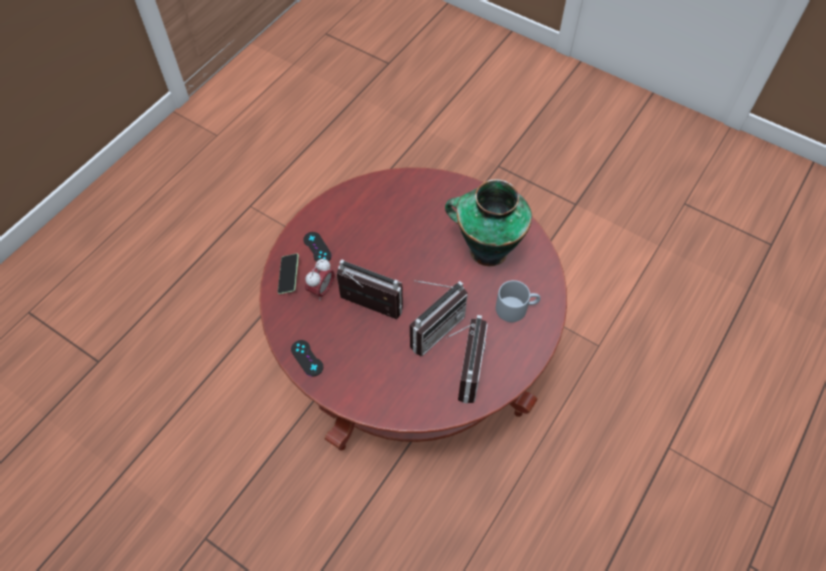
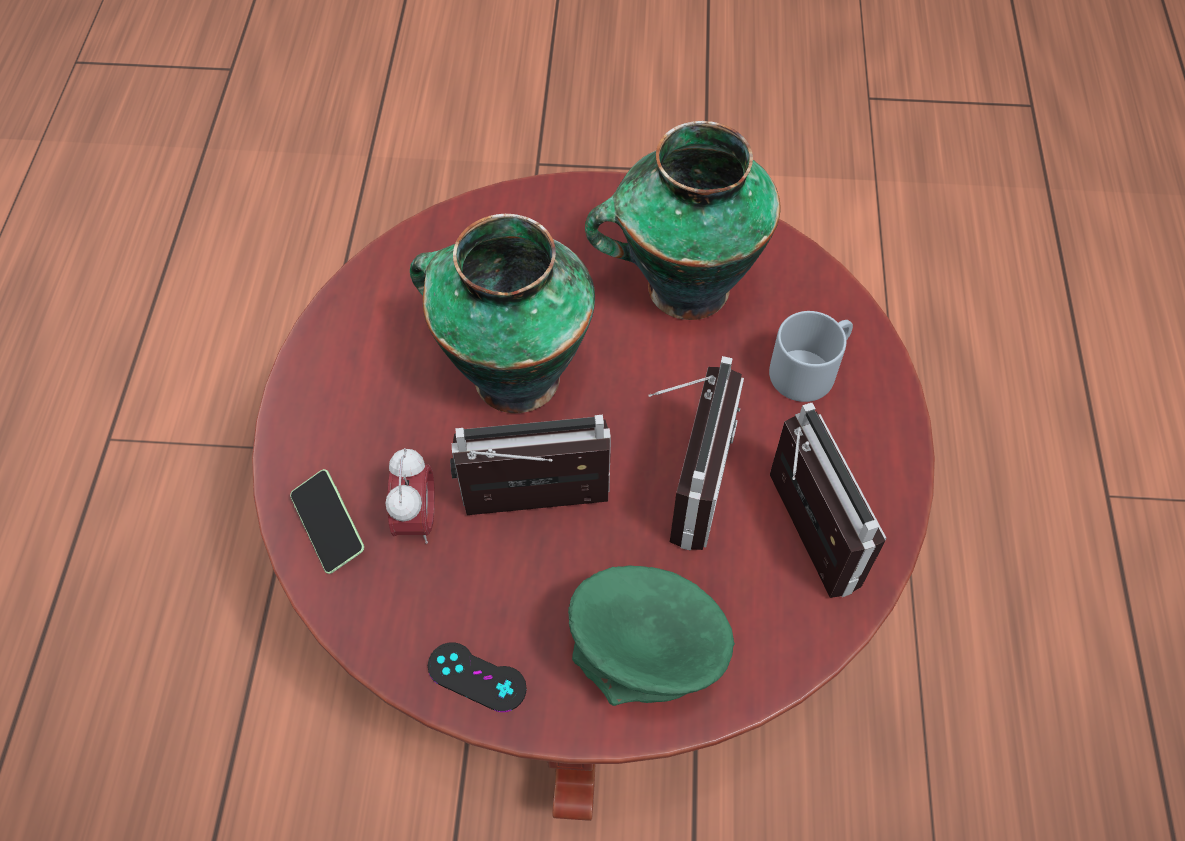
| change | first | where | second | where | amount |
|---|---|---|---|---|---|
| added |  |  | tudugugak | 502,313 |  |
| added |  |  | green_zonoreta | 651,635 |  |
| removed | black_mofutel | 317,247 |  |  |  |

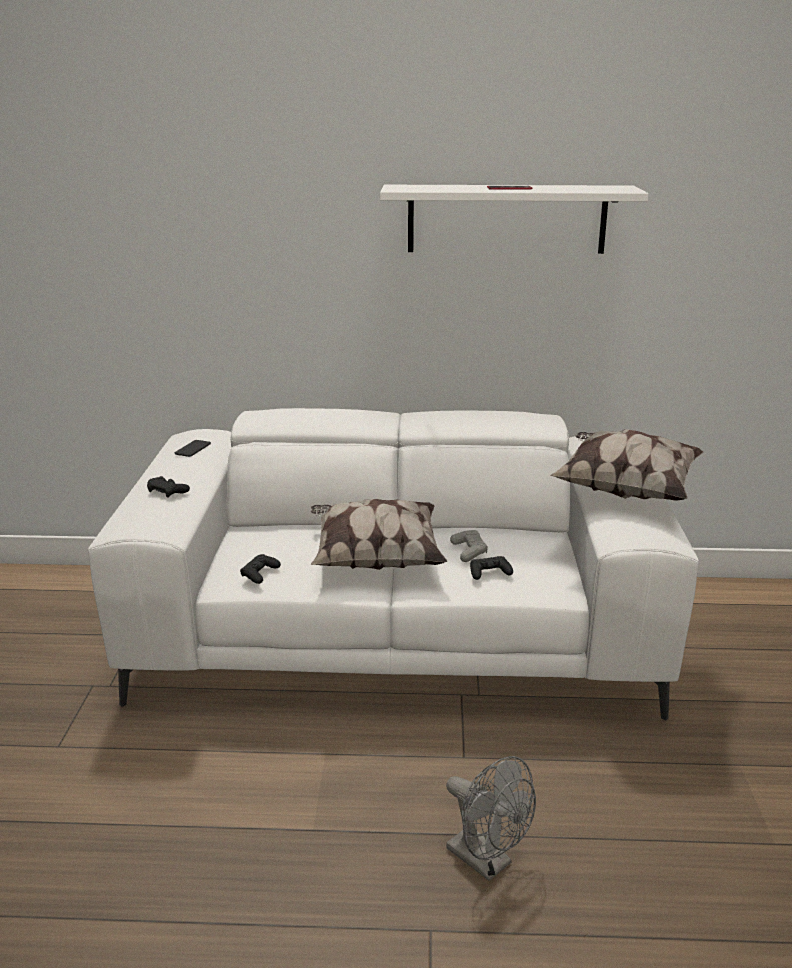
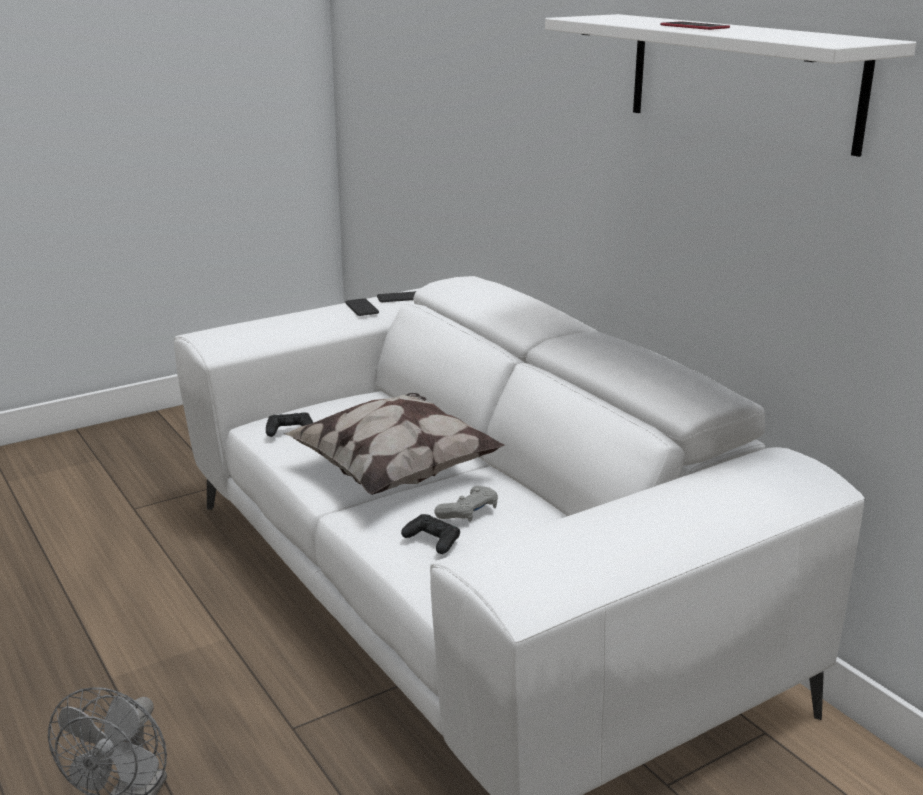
| change | first | where | second | where | amount |
|---|---|---|---|---|---|
| added |  |  | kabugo | 362,307 |  |
| removed | black_mofutel | 168,487 |  |  |  |
| removed | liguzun | 627,465 |  |  |  |

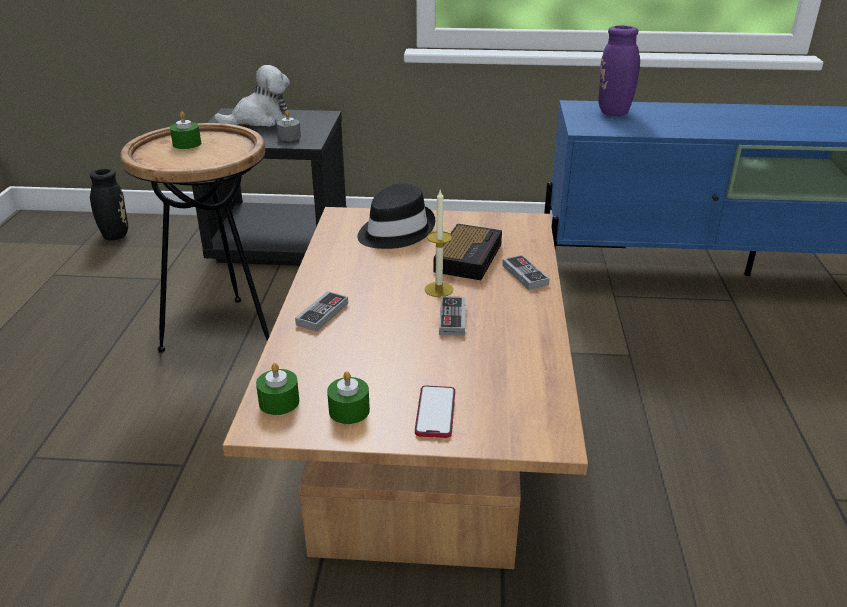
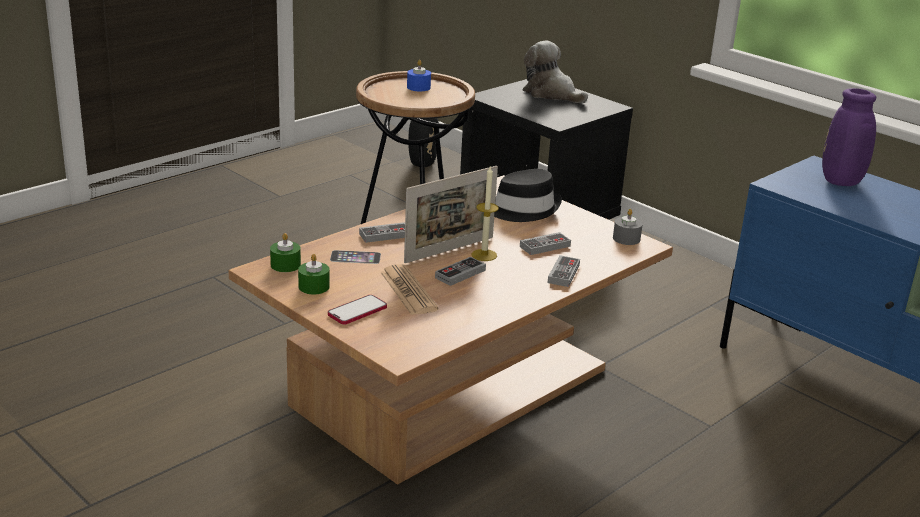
| change | first | where | second | where | amount |
|---|---|---|---|---|---|
| added |  |  | kabugo | 355,257 |  |
| added |  |  | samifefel | 409,289 |  |
| added |  |  | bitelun | 451,214 |  |
| recoloured | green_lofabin | 185,130 | blue_lofabin | 419,75 |  |
| replaced | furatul | 468,252 | mofutel | 545,243 |  |
| turned | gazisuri | 252,96 |  | 555,72 | 150 degrees counterclockwise |
| moved | grey_lofabin | 289,125 |  | 628,227 |  |

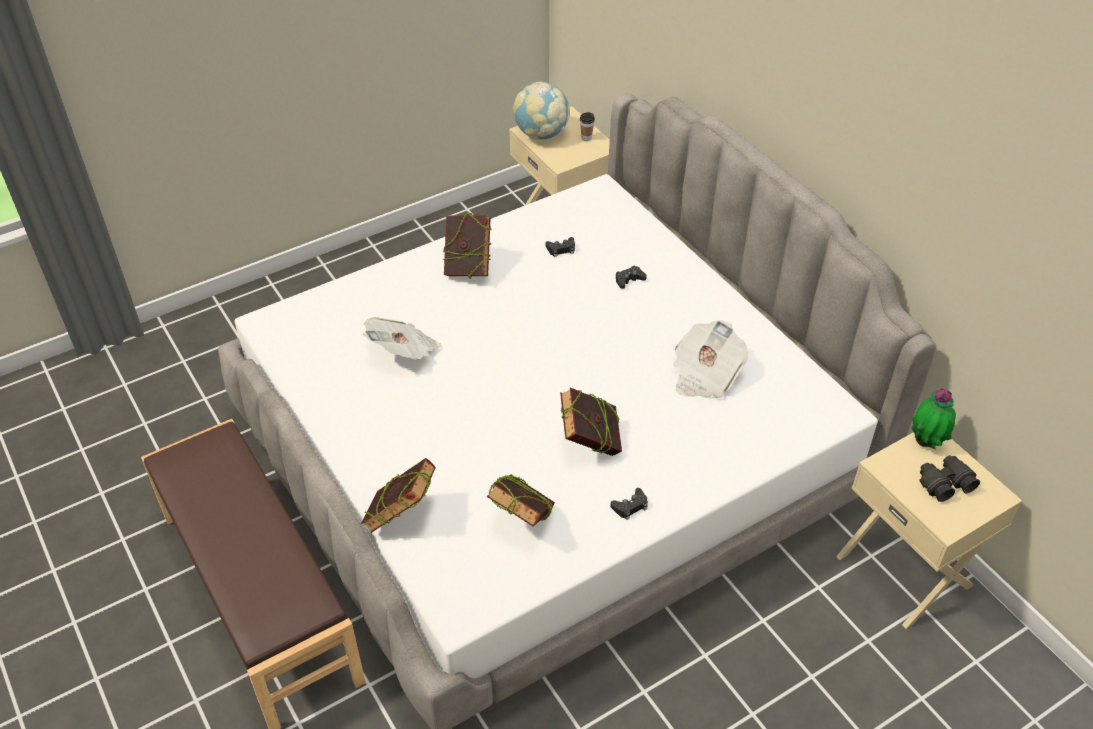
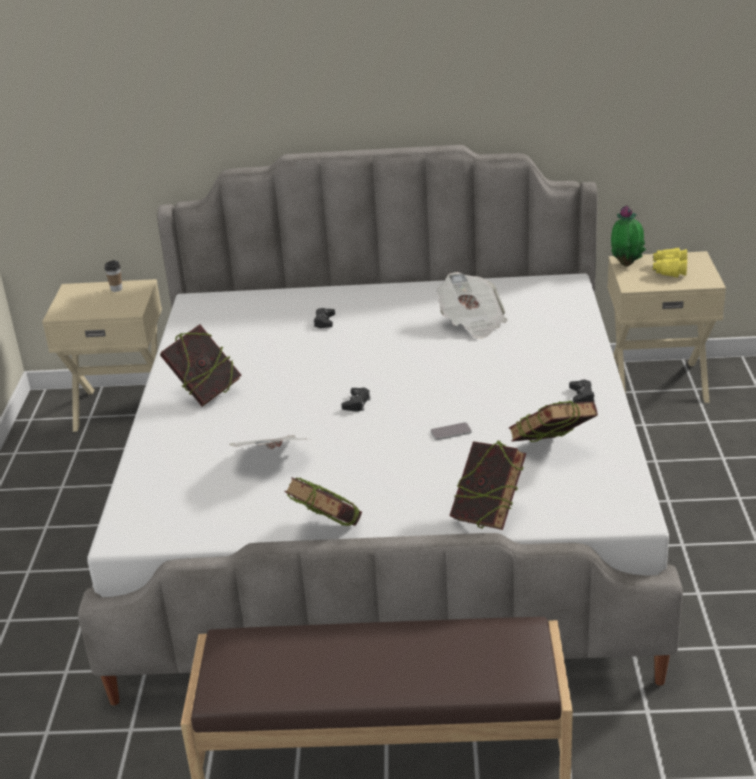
| change | first | where | second | where | amount |
|---|---|---|---|---|---|
| moved | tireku | 591,421 |  | 323,501 |  |
| moved | black_mofutel | 560,247 |  | 356,399 |  |
| added |  |  | kabugo | 451,431 |  |
| recoloured | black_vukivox | 949,478 | yellow_vukivox | 669,263 |  |
| removed | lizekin | 541,110 |  |  |  |

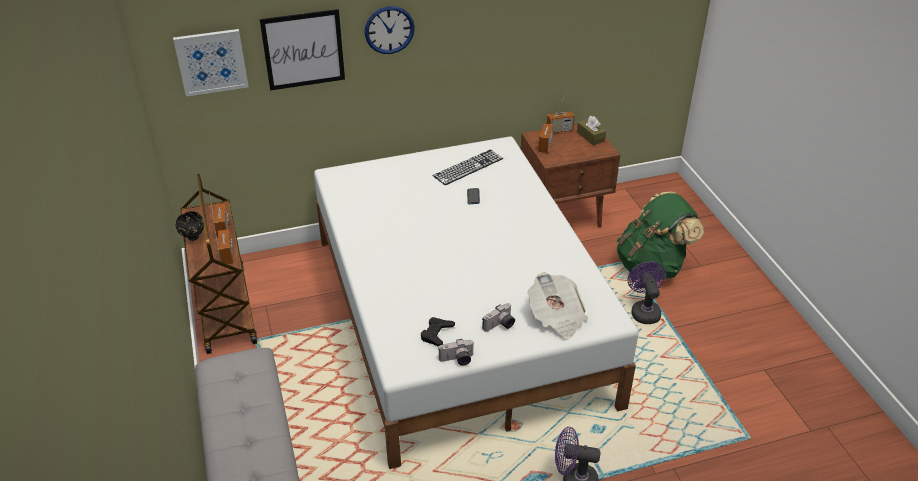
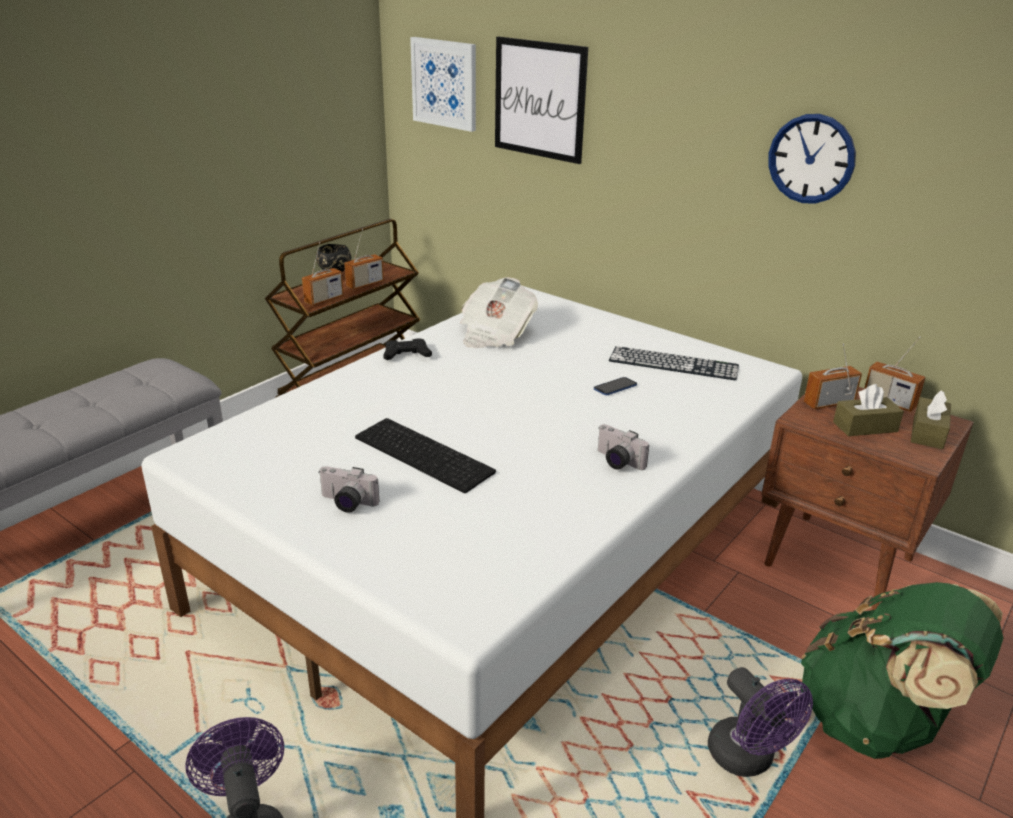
| change | first | where | second | where | amount |
|---|---|---|---|---|---|
| added |  |  | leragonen | 425,455 |  |
| moved | black_mofutel | 438,332 |  | 407,349 |  |
| moved | samifefel | 557,306 |  | 499,312 |  |
| moved | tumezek | 456,352 |  | 623,447 |  |
| turned | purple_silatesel | 647,292 |  | 760,722 | 105 degrees clockwise |
| moved | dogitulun | 389,30 |  | 812,159 |  |
| added |  |  | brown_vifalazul | 868,410 |  |

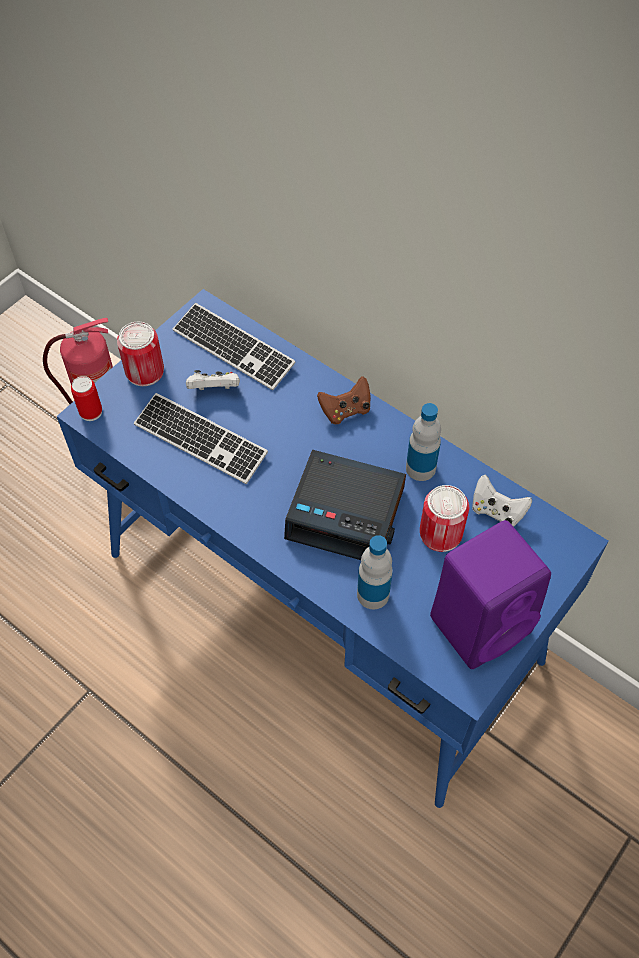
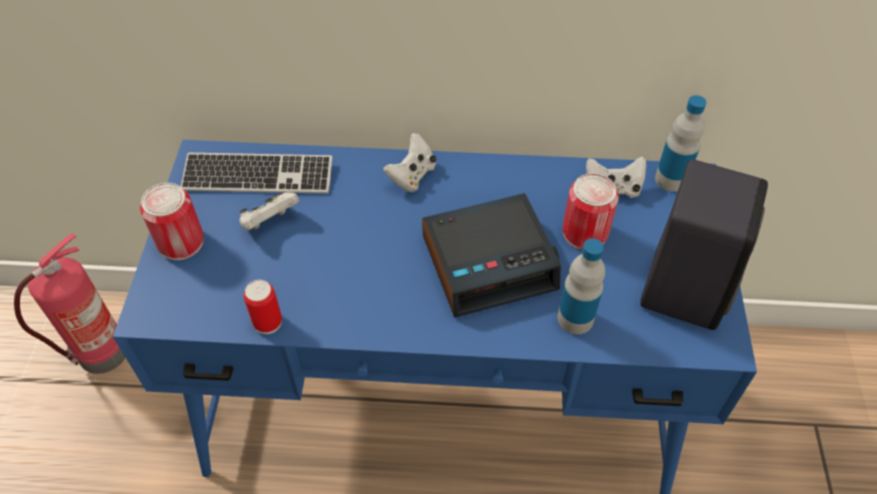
| change | first | where | second | where | amount |
|---|---|---|---|---|---|
| moved | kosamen | 86,398 |  | 263,307 |  |
| recoloured | brown_mofutel | 344,400 | white_mofutel | 409,162 |  |
| recoloured | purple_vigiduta | 490,594 | black_vigiduta | 704,244 |  |
| moved | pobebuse | 423,442 |  | 680,143 |  |
| removed | leragonen | 201,438 |  |  |  |

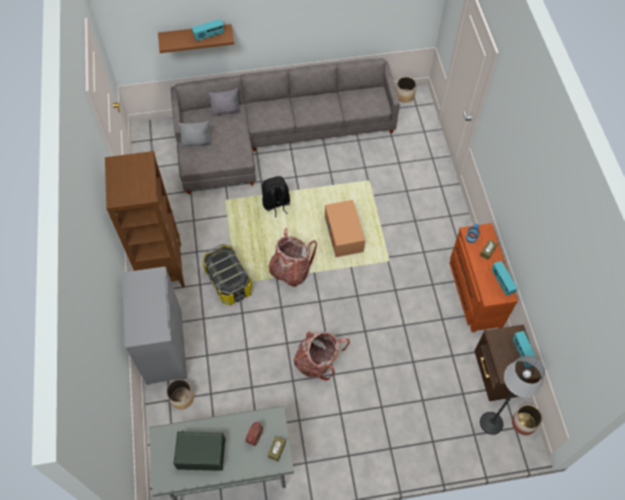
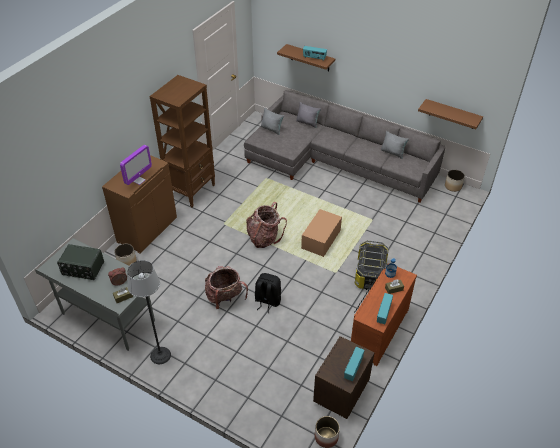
| change | first | where | second | where | amount |
|---|---|---|---|---|---|
| turned | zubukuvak | 199,450 |  | 80,262 | 150 degrees clockwise |
| recoloured | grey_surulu | 154,326 | brown_surulu | 139,204 |  |
| added |  |  | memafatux | 136,165 |  |
| moved | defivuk | 512,395 |  | 149,312 |  |
| moved | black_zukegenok | 276,197 |  | 268,293 |  |
| moved | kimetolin | 227,274 |  | 372,265 |  |
| added |  |  | grey_liguzun | 395,145 |  |
| added |  |  | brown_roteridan | 450,114 |  |

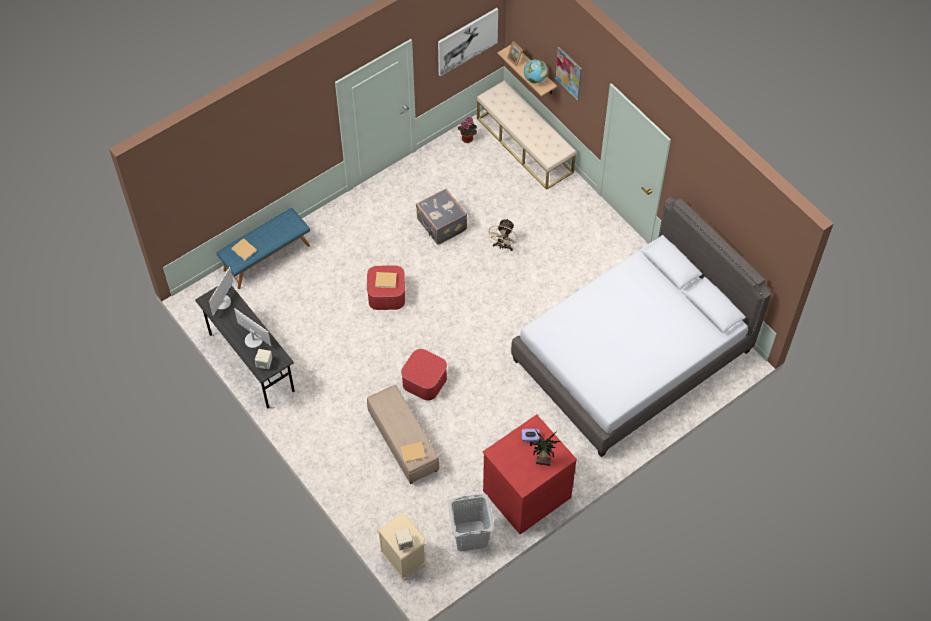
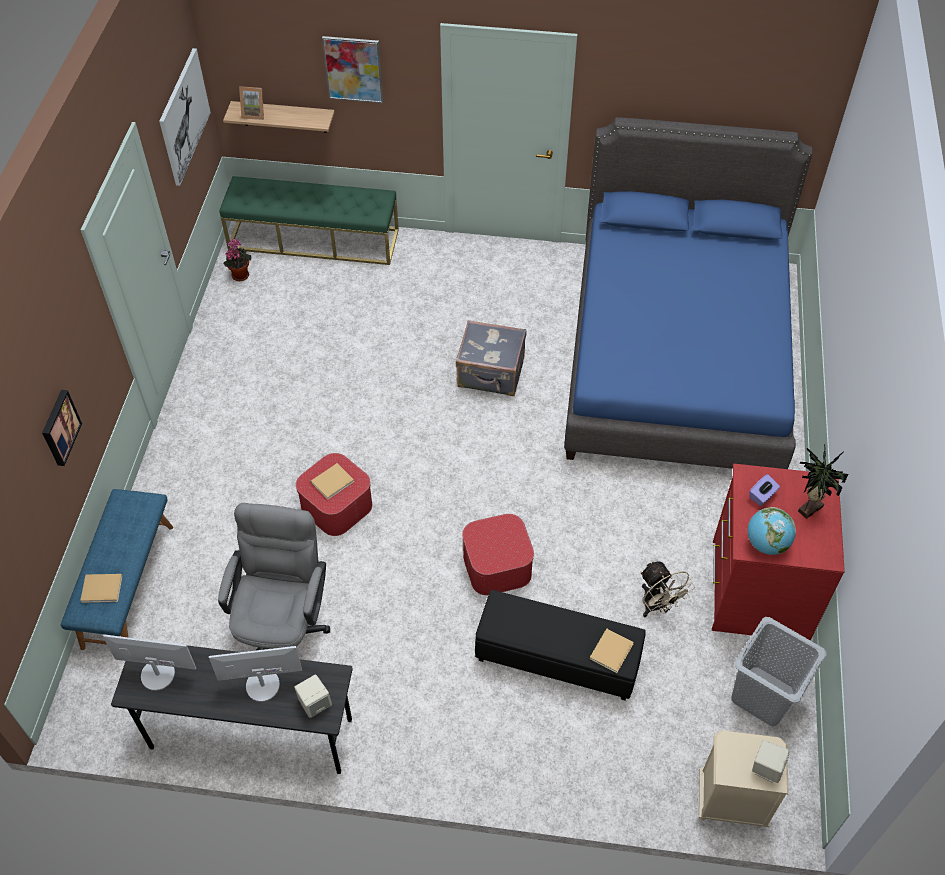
| change | first | where | second | where | amount |
|---|---|---|---|---|---|
| added |  |  | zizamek | 62,428 |  |
| turned | memafatux | 221,291 |  | 149,662 | 60 degrees counterclockwise |
| added |  |  | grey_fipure | 274,577 |  |
| recoloured | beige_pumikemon | 526,135 | green_pumikemon | 309,220 |  |
| moved | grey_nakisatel | 441,216 |  | 491,358 |  |
| recoloured | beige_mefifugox | 403,434 | black_mefifugox | 560,645 |  |
| recoloured | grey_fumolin | 641,327 | blue_fumolin | 688,293 |  |
| moved | beige_silatesel | 502,235 |  | 667,589 |  |
| moved | lizekin | 536,71 |  | 771,531 |  |

